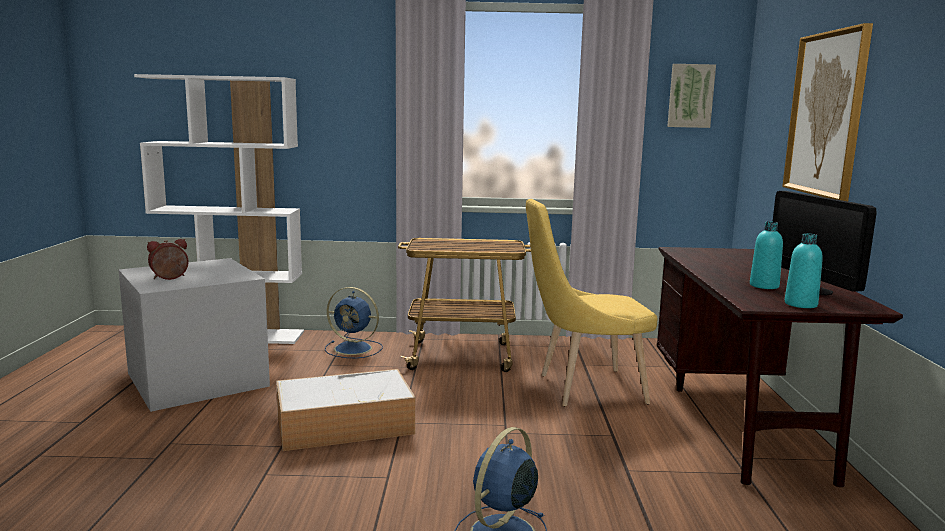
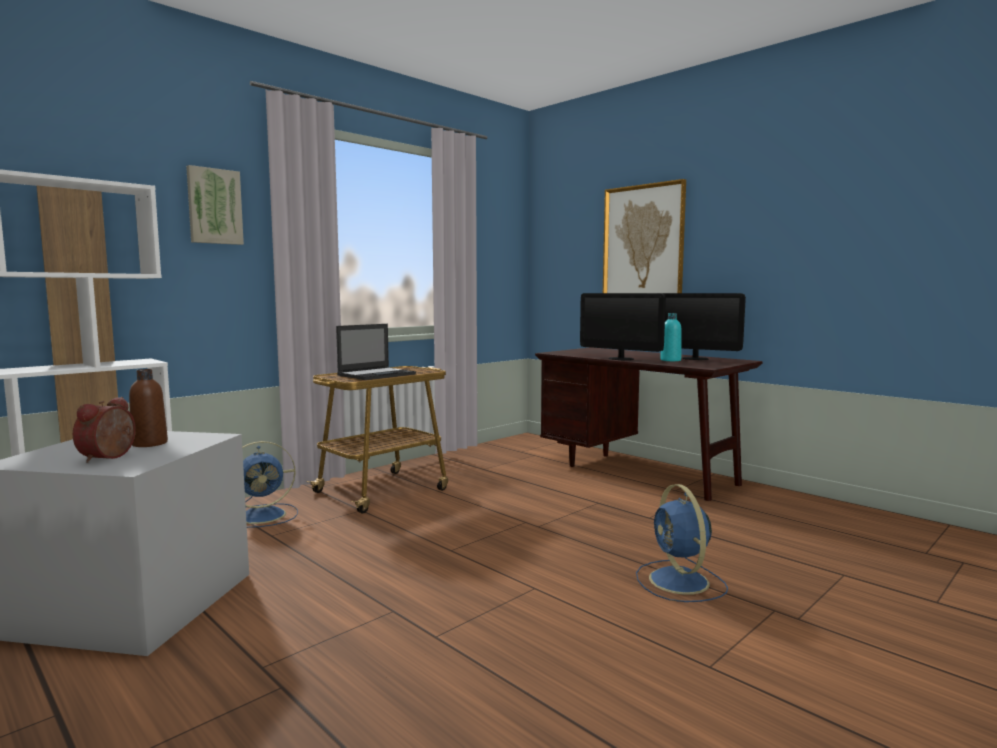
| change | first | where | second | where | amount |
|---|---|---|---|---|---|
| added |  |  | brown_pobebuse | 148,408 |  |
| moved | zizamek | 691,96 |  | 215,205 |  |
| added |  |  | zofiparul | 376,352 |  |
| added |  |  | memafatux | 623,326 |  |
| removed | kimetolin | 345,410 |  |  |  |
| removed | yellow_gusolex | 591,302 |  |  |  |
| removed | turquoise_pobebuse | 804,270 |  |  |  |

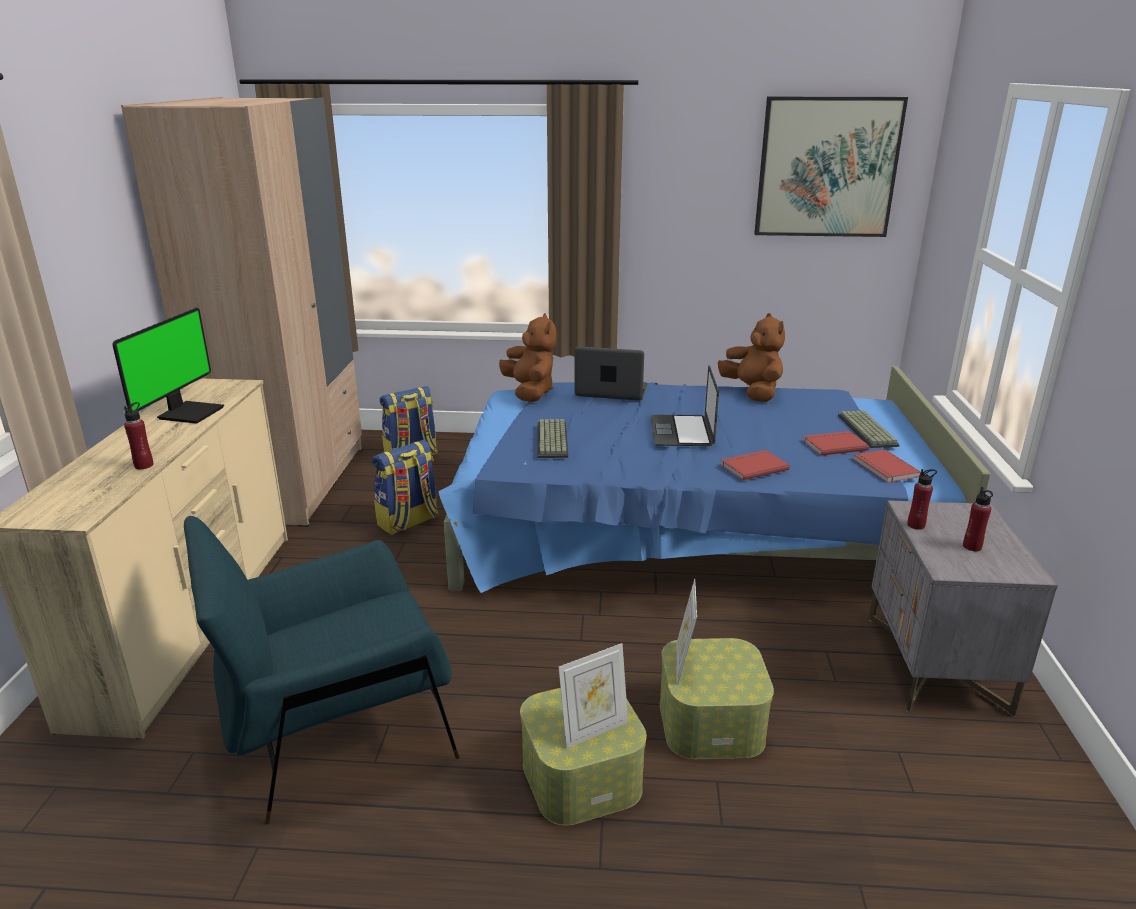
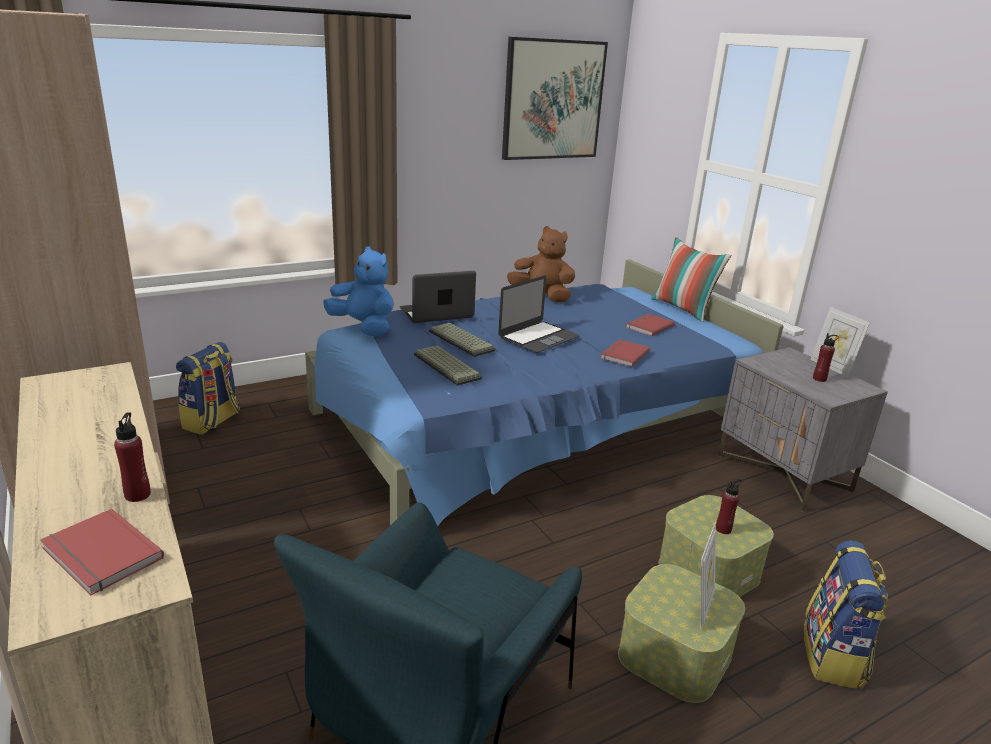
| change | first | where | second | where | amount |
|---|---|---|---|---|---|
| moved | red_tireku | 887,466 |  | 102,552 |  |
| recoloured | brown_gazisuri | 527,357 | blue_gazisuri | 358,291 |  |
| moved | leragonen | 869,429 |  | 462,340 |  |
| turned | zofiparul | 685,405 |  | 539,314 | 105 degrees counterclockwise |
| added |  |  | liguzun | 691,279 |  |
| moved | red_pobebuse | 922,499 |  | 728,506 |  |
| moved | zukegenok | 405,487 |  | 845,614 |  |
| moved | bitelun | 687,632 |  | 840,342 |  |
| removed | memafatux | 168,366 |  |  |  |

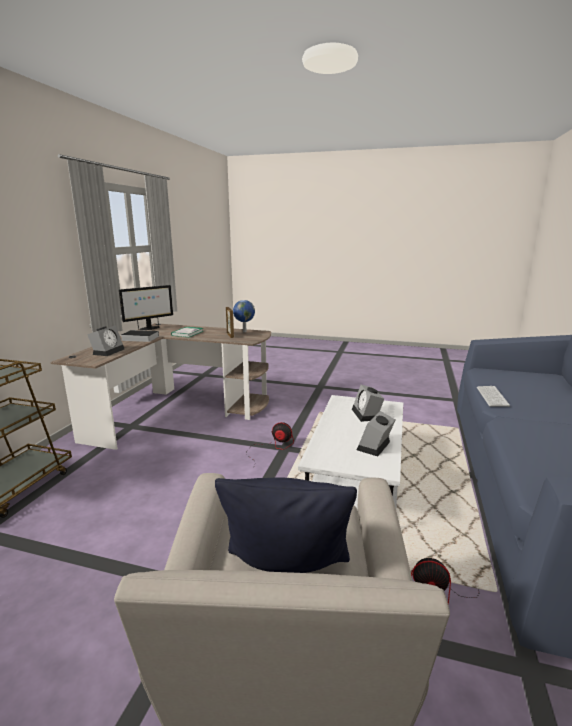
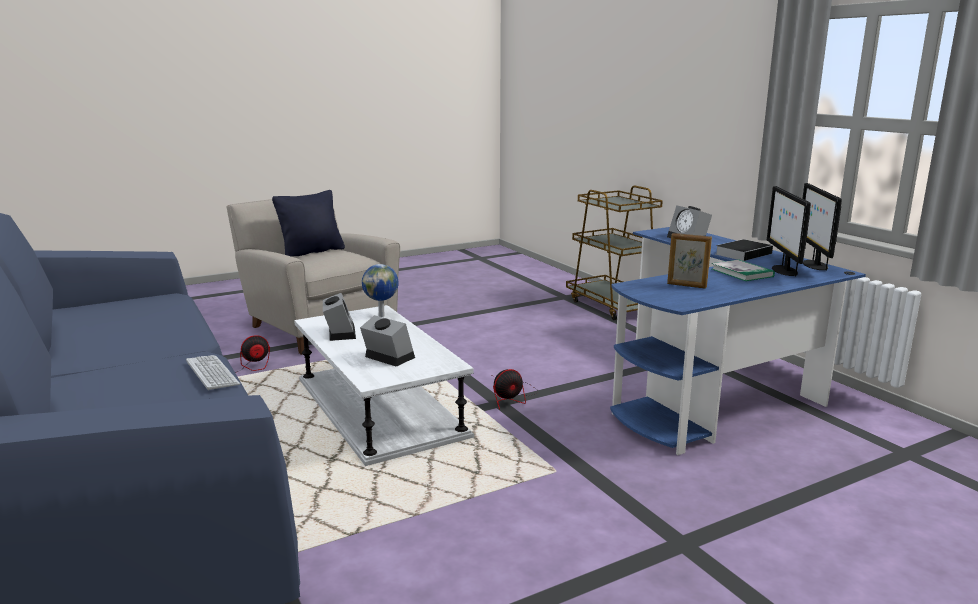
| change | first | where | second | where | amount |
|---|---|---|---|---|---|
| moved | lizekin | 244,316 |  | 380,290 |  |
| recoloured | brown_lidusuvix | 161,386 | blue_lidusuvix | 738,341 |  |
| added |  |  | memafatux | 789,231 |  |

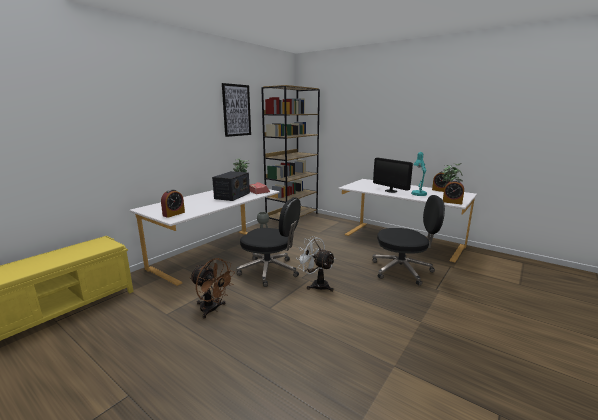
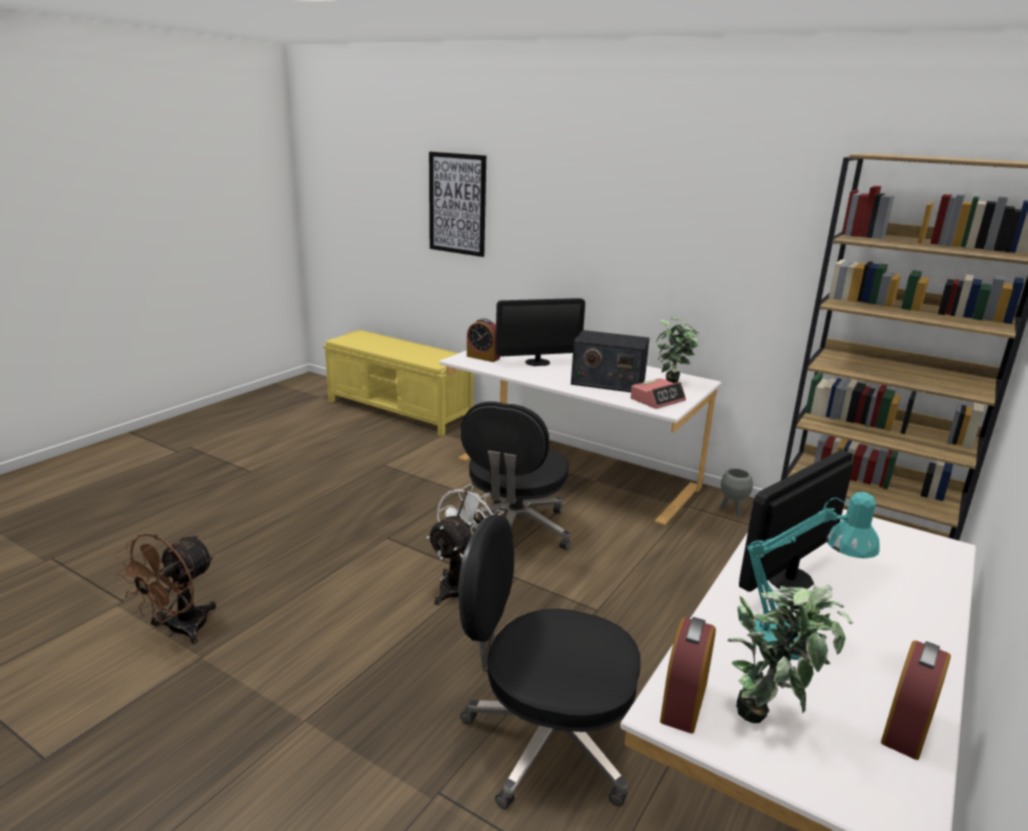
| change | first | where | second | where | amount |
|---|---|---|---|---|---|
| moved | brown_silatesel | 212,288 |  | 165,588 |  |
| moved | zizamek | 236,110 |  | 457,204 |  |
| turned | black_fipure | 408,240 |  | 549,662 | 105 degrees clockwise |
| added |  |  | memafatux | 540,332 |  |

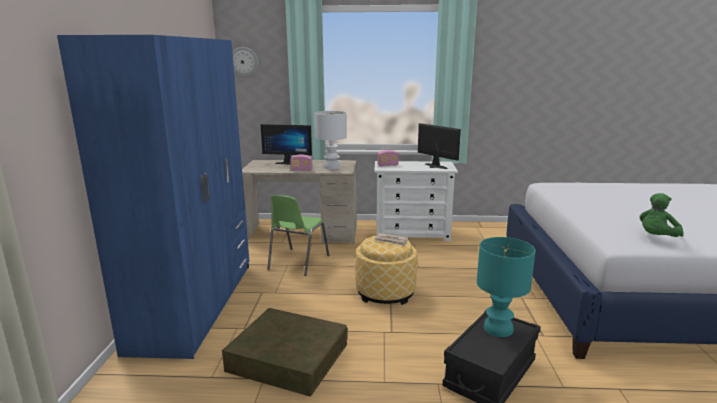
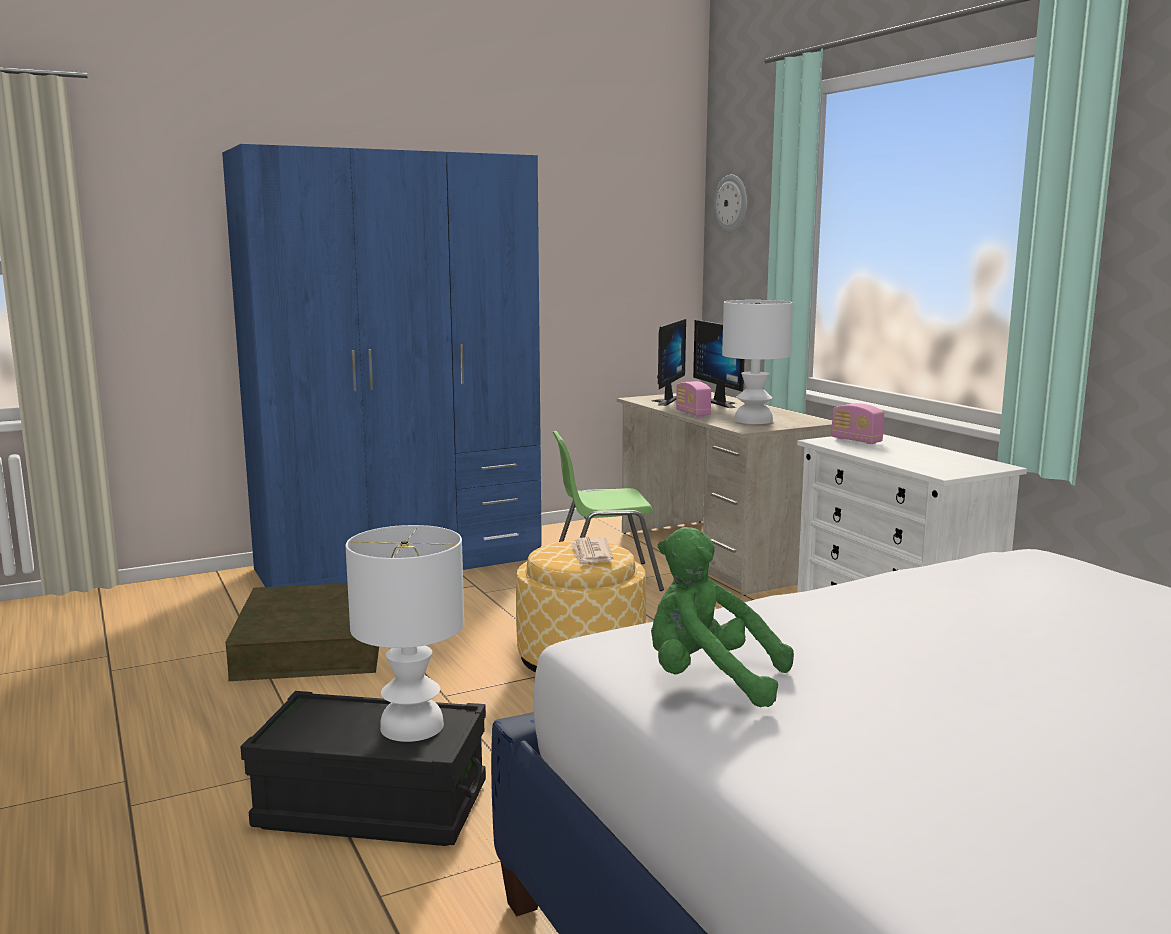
| change | first | where | second | where | amount |
|---|---|---|---|---|---|
| recoloured | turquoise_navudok | 506,287 | white_navudok | 405,633 |  |
| moved | memafatux | 439,146 |  | 669,362 |  |

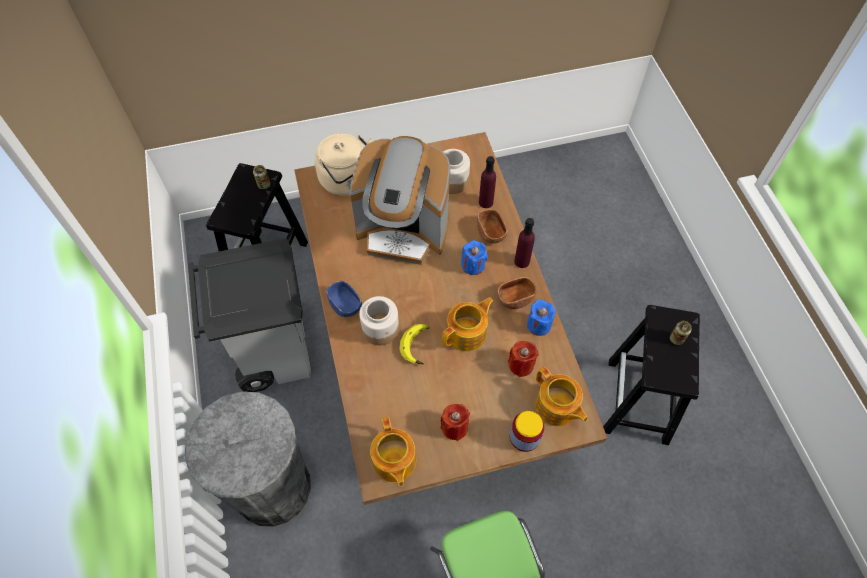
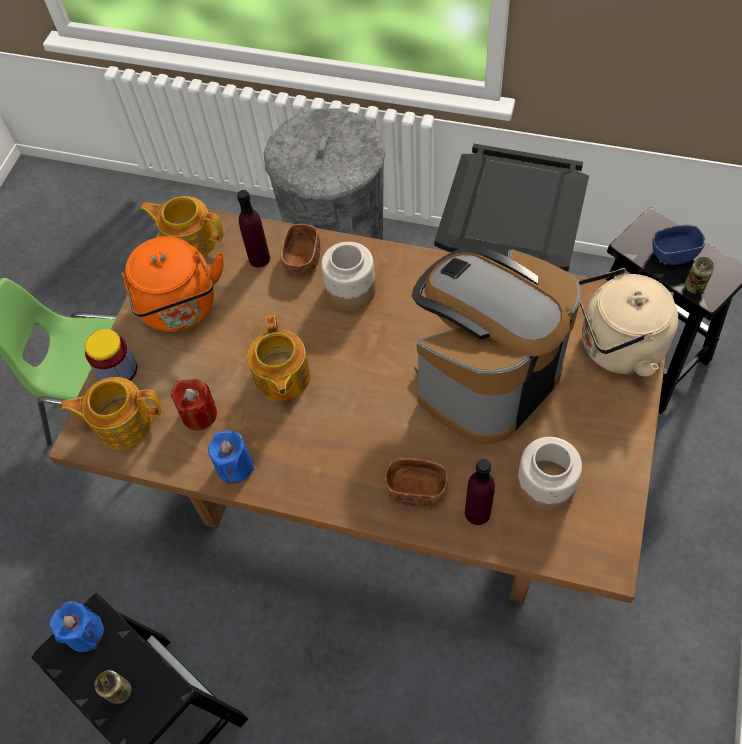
| change | first | where | second | where | amount |
|---|---|---|---|---|---|
| moved | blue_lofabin | 474,257 |  | 77,626 |  |
| replaced | red_lofabin | 455,422 | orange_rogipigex | 173,284 |  |
| moved | purple_pobebuse | 524,243 |  | 253,229 |  |
| moved | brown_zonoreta | 517,293 |  | 300,249 |  |
| moved | blue_zonoreta | 344,299 |  | 678,245 |  |
| removed | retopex | 414,344 |  |  |  |

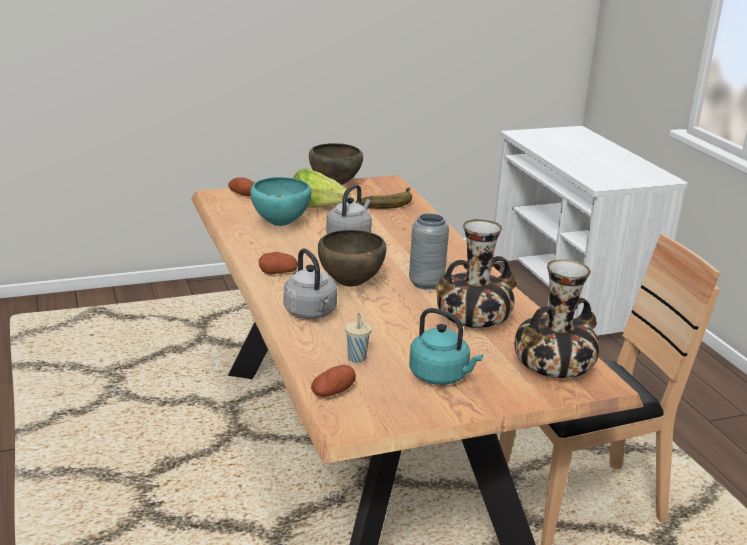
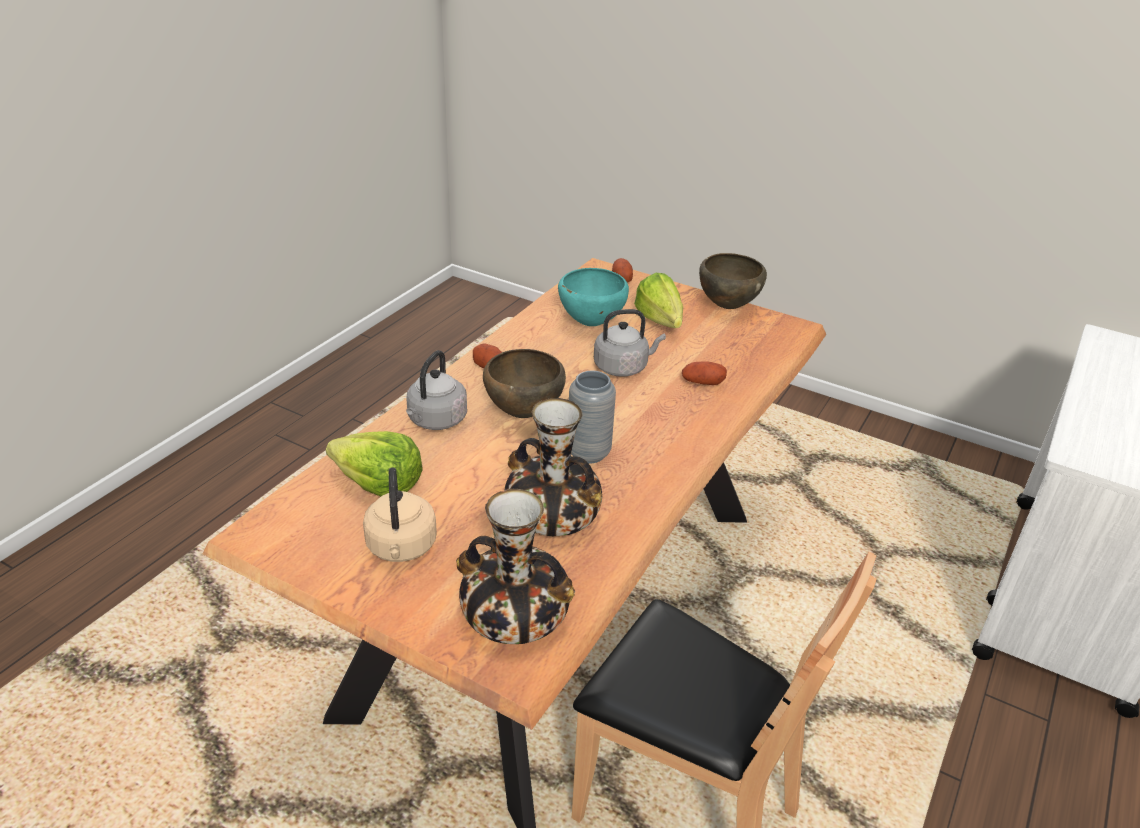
| change | first | where | second | where | amount |
|---|---|---|---|---|---|
| replaced | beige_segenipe | 358,337 | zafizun | 374,464 |  |
| recoloured | turquoise_rogipigex | 446,346 | beige_rogipigex | 400,514 |  |
| moved | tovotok | 333,381 |  | 704,373 |  |
| removed | retopex | 384,198 |  |  |  |

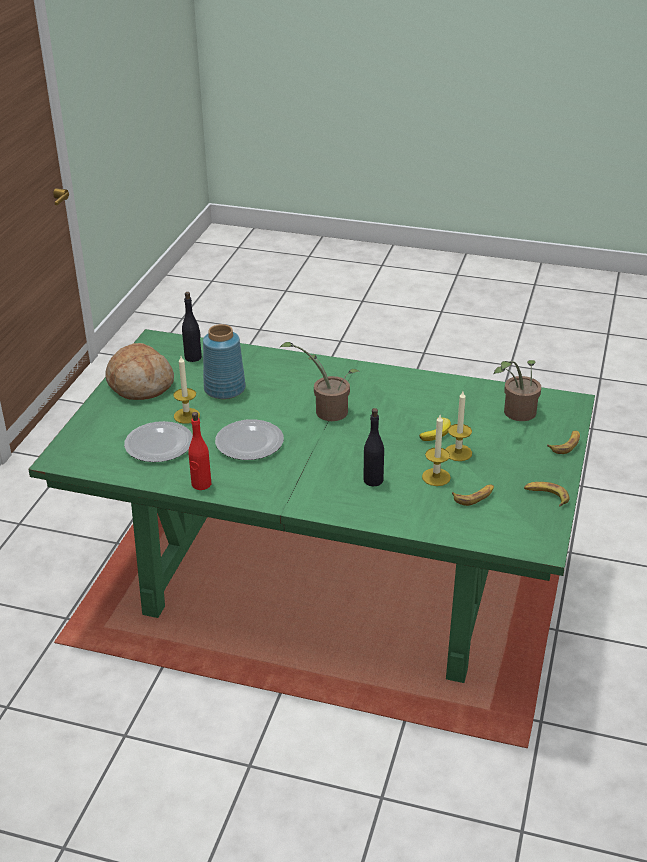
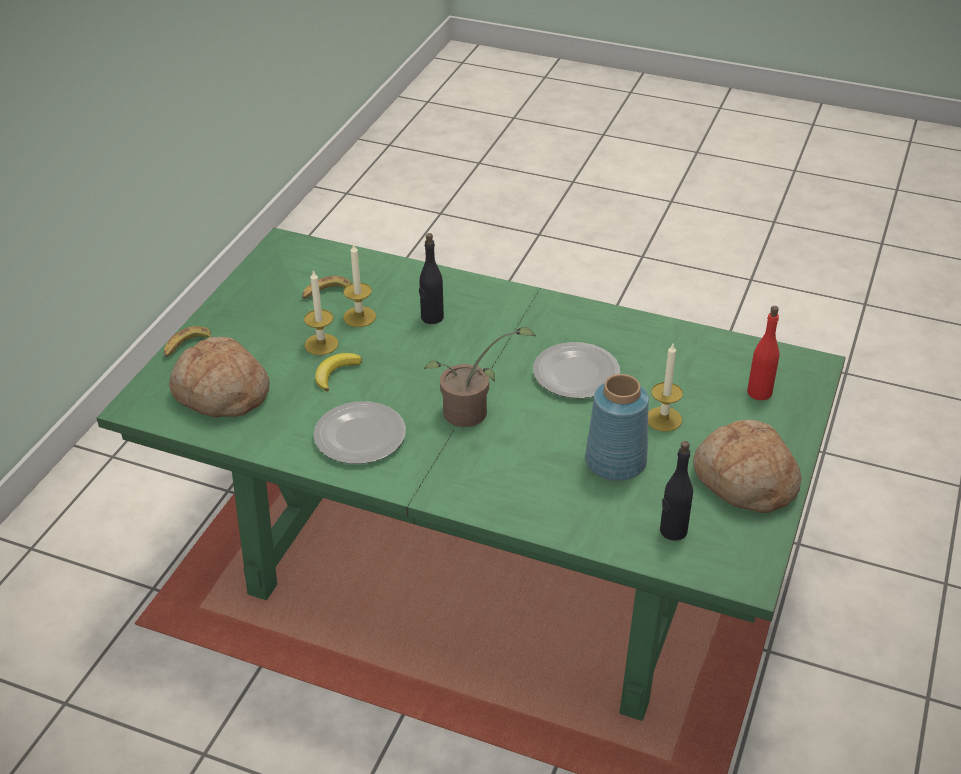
| change | first | where | second | where | amount |
|---|---|---|---|---|---|
| replaced | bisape | 517,390 | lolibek | 219,377 |  |
| moved | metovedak | 158,441 |  | 359,432 |  |
| moved | red_pobebuse | 200,451 |  | 763,353 |  |
| removed | retopex | 547,494 |  |  |  |

